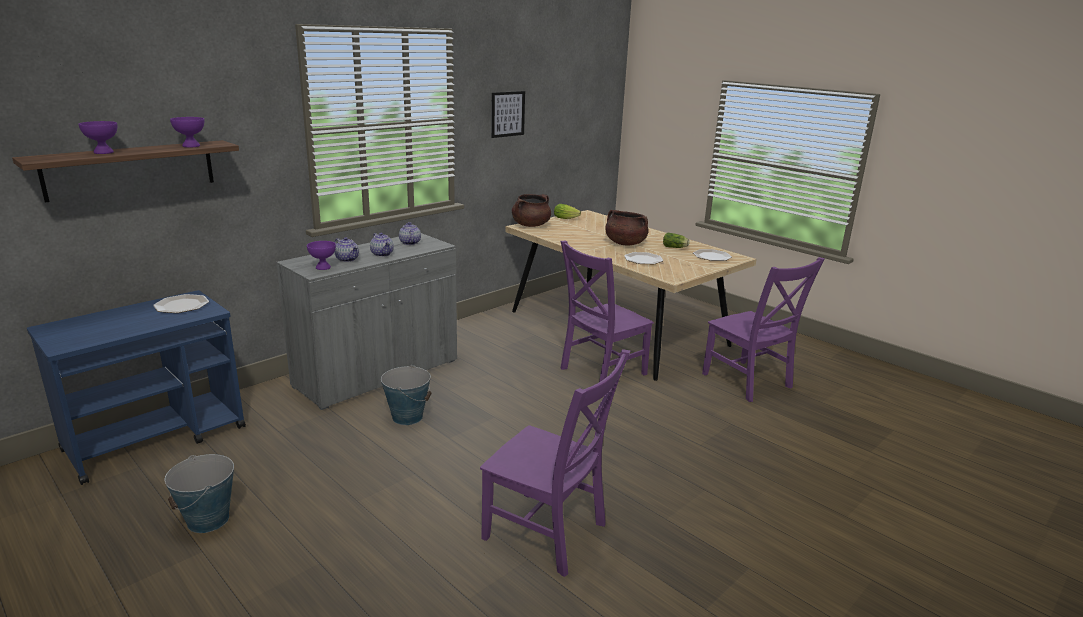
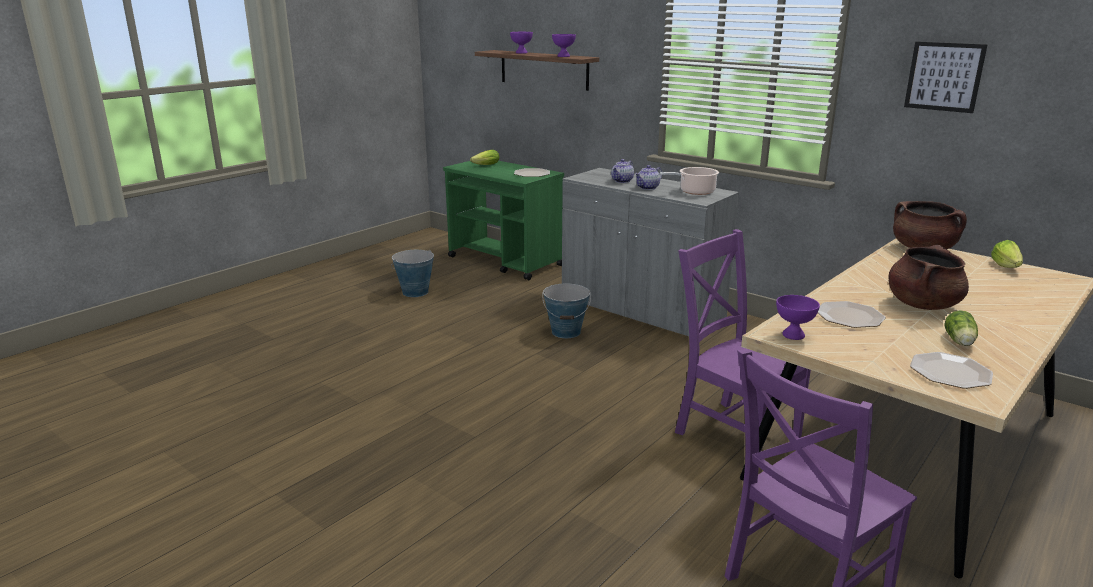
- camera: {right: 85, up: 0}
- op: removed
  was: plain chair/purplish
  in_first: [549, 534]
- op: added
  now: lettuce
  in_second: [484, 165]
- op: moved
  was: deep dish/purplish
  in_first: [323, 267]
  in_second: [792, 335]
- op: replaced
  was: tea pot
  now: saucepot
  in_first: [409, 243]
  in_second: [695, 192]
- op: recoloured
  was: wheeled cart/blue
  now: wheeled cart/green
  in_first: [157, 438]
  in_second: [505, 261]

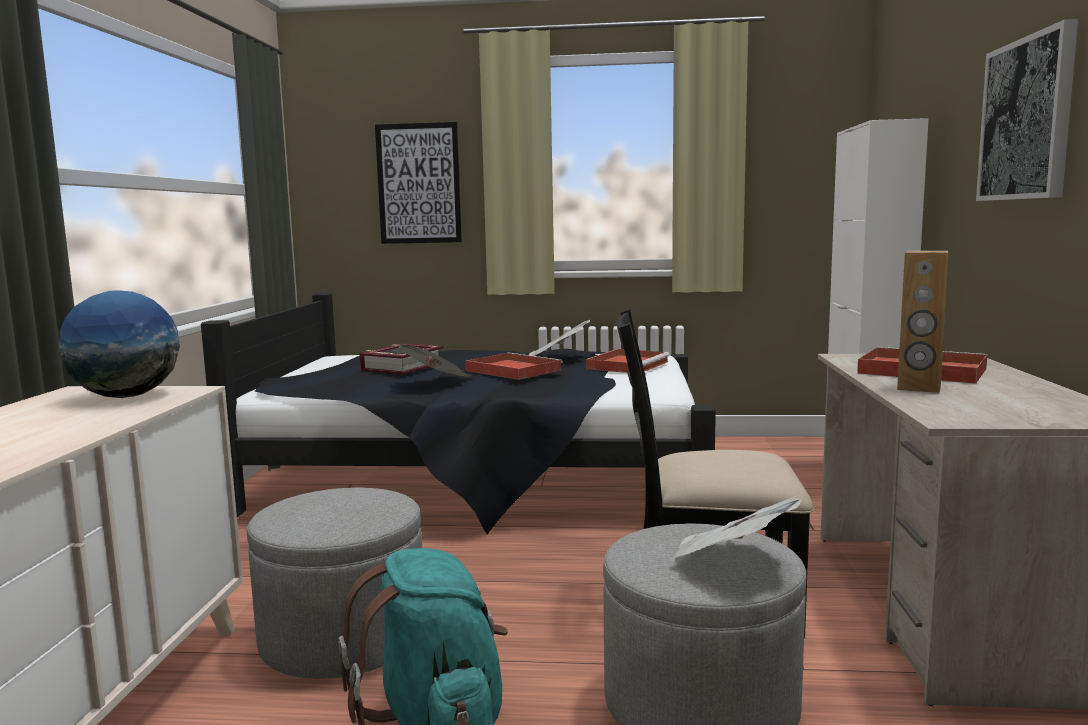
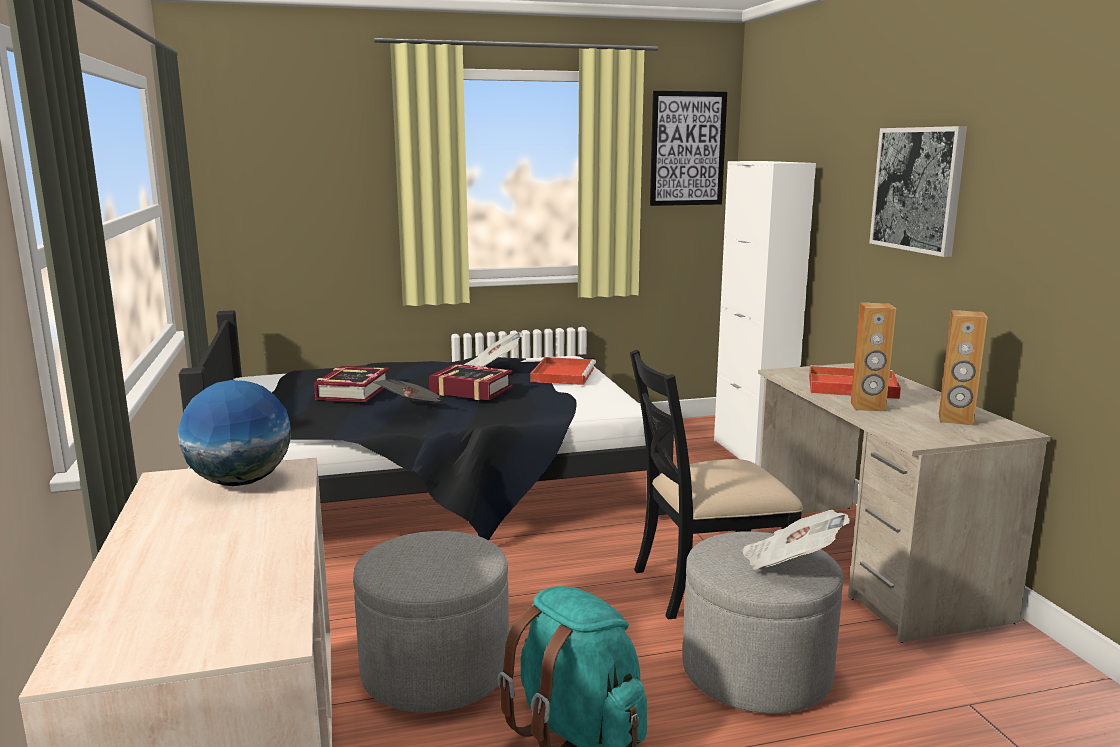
- camera: {right: -20, up: 5}
- op: added
  now: loudspeaker/brown
  in_second: [955, 420]
- op: moved
  was: wall art
  in_first: [419, 183]
  in_second: [687, 149]
- op: replaced
  was: tray/red
  now: book
  in_first: [511, 370]
  in_second: [471, 390]

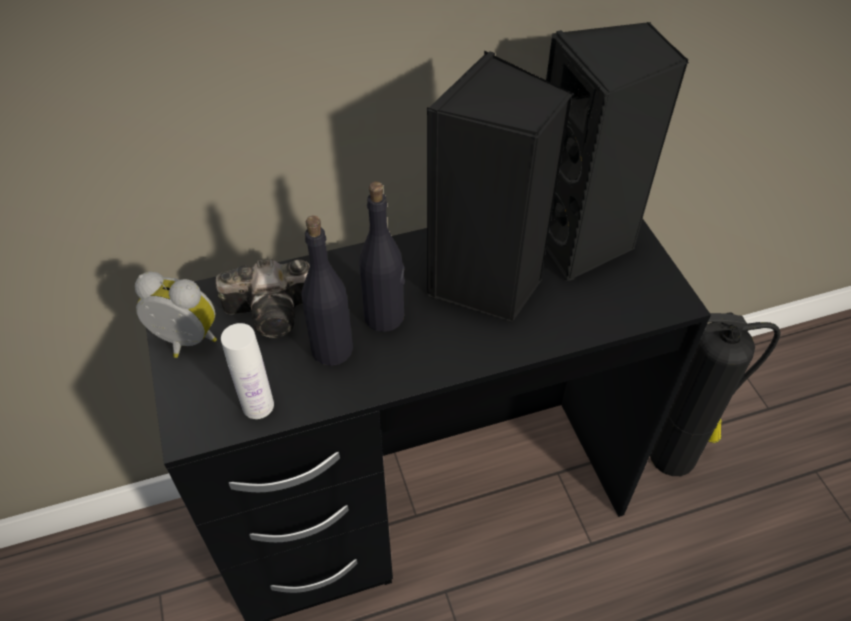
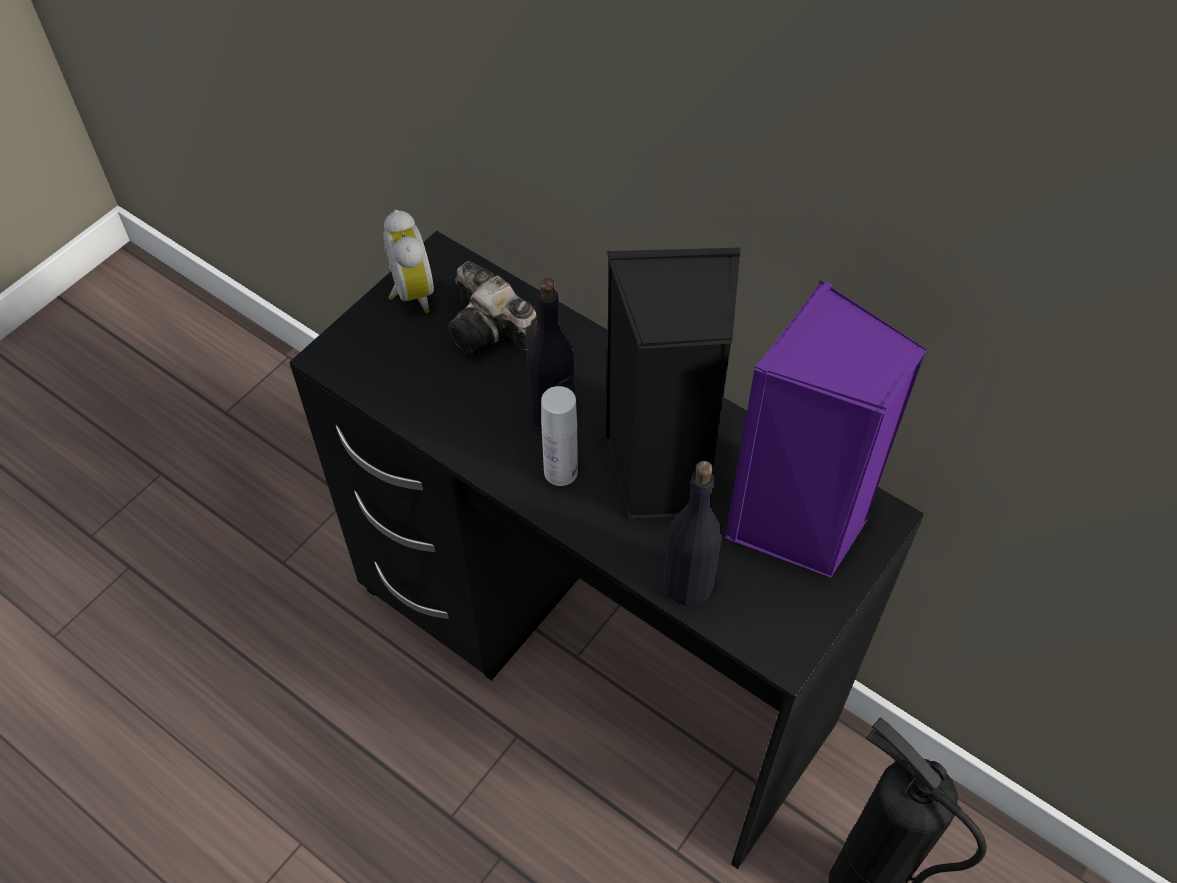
- camera: {right: 55, up: 5}
- op: moved
  was: bottle/white
  in_first: [258, 405]
  in_second: [560, 472]
- op: moved
  was: bottle/black-coloured
  in_first: [332, 348]
  in_second: [688, 583]
- op: recoloured
  was: loudspeaker/black-coloured
  now: loudspeaker/purplish
  in_first: [582, 241]
  in_second: [798, 523]

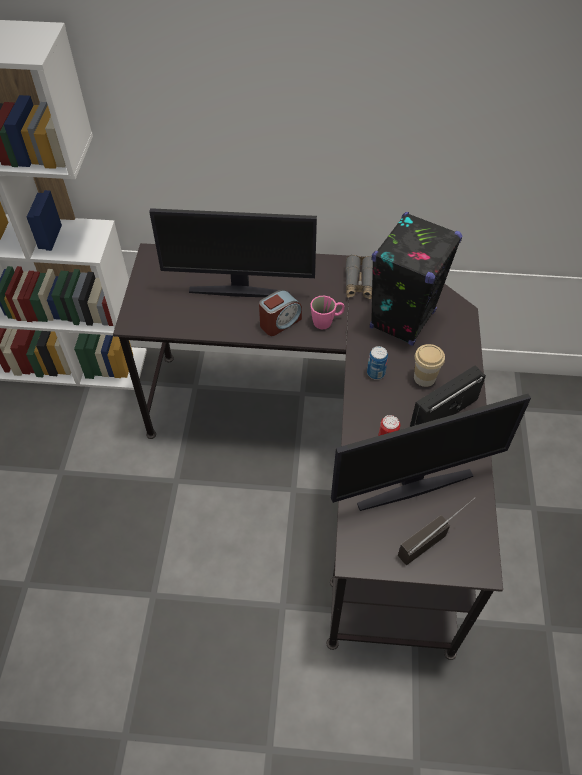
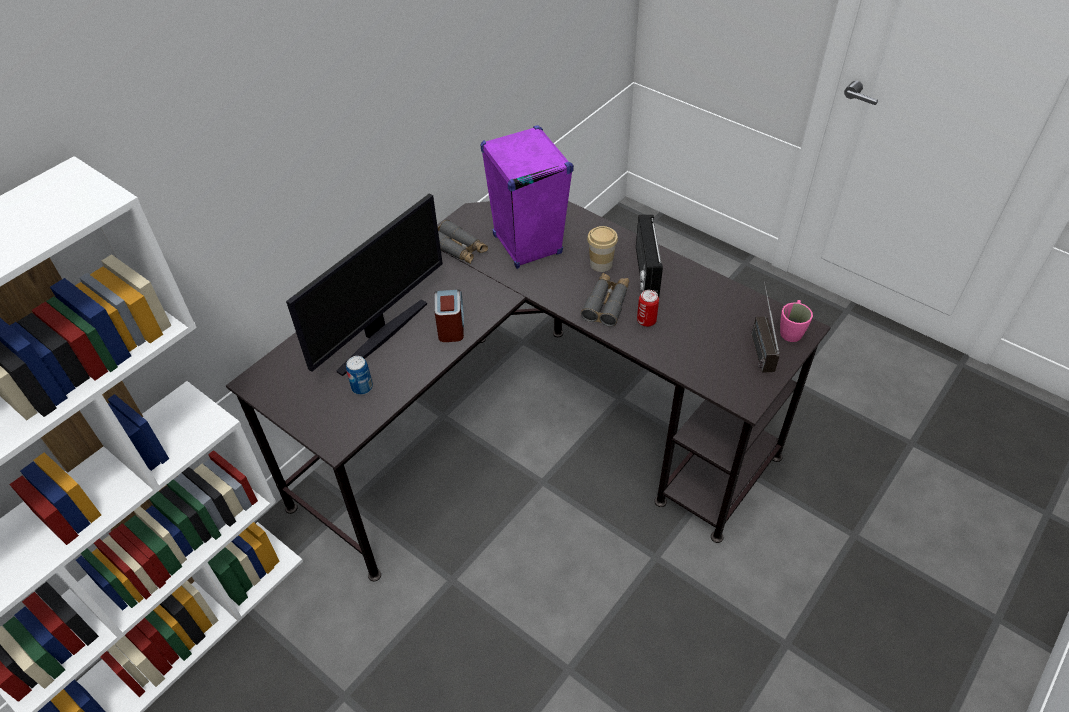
- camera: {right: -55, up: -5}
- op: removed
  was: monitor
  in_first: [414, 486]
- op: added
  now: binoculars/gray
  in_second: [606, 303]
- op: moved
  was: mug/pink
  in_first: [327, 321]
  in_second: [791, 330]
- op: moved
  was: metal can
  in_first: [375, 373]
  in_second: [362, 387]
- op: recoloured
  was: loudspeaker/black-coloured
  now: loudspeaker/purplish
  in_first: [402, 320]
  in_second: [527, 244]

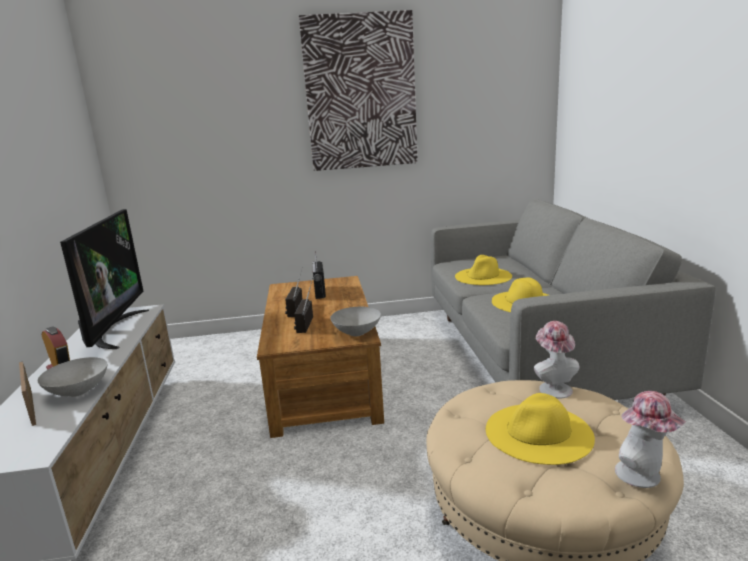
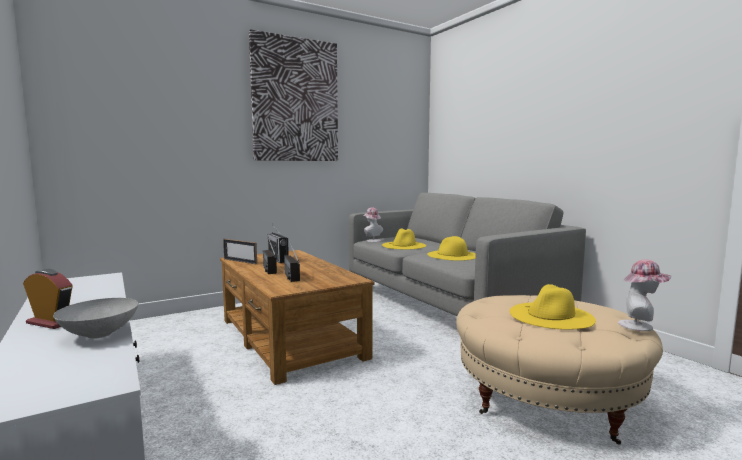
- camera: {right: -25, up: -10}
- op: removed
  was: television
  in_first: [115, 330]
- op: removed
  was: deep dish/gray
  in_first: [356, 333]
- op: moved
  was: picture frame
  in_first: [32, 408]
  in_second: [240, 261]
- op: moved
  was: clothing hat
  in_first: [552, 387]
  in_second: [372, 240]

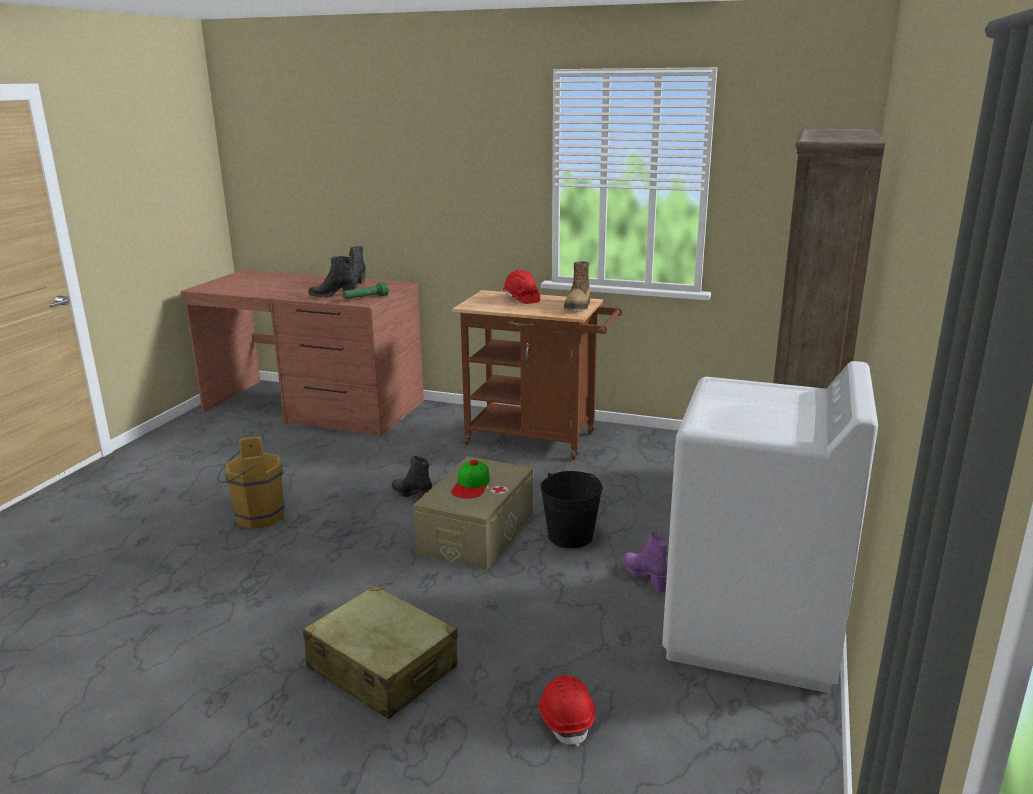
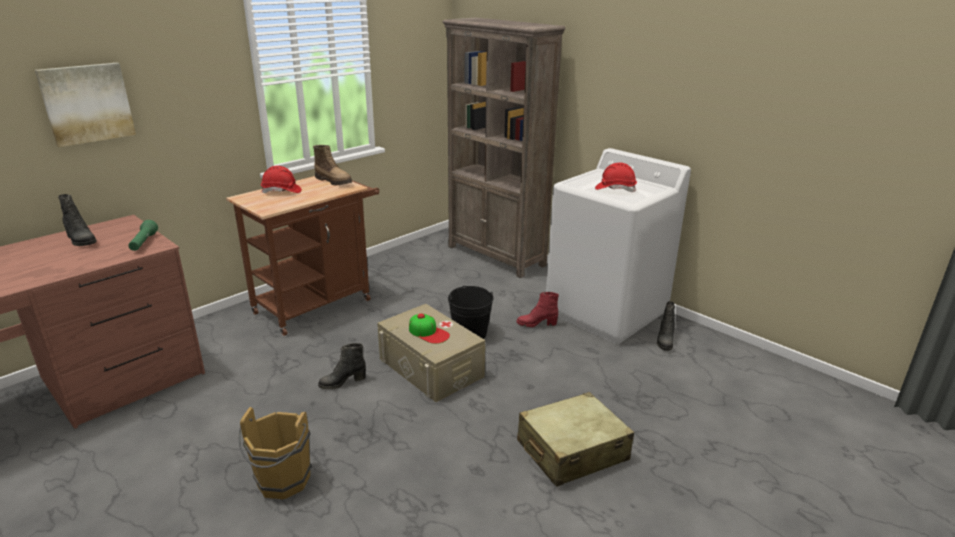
- camera: {right: -65, up: 5}
- op: added
  now: wall art
  in_second: [87, 103]
- op: moved
  was: tall boot/black-coloured
  in_first: [332, 296]
  in_second: [664, 341]
- op: moved
  was: work helmet/red
  in_first: [566, 719]
  in_second: [615, 189]
- op: recoloured
  was: tall boot/purplish
  now: tall boot/red
  in_first: [645, 576]
  in_second: [536, 324]

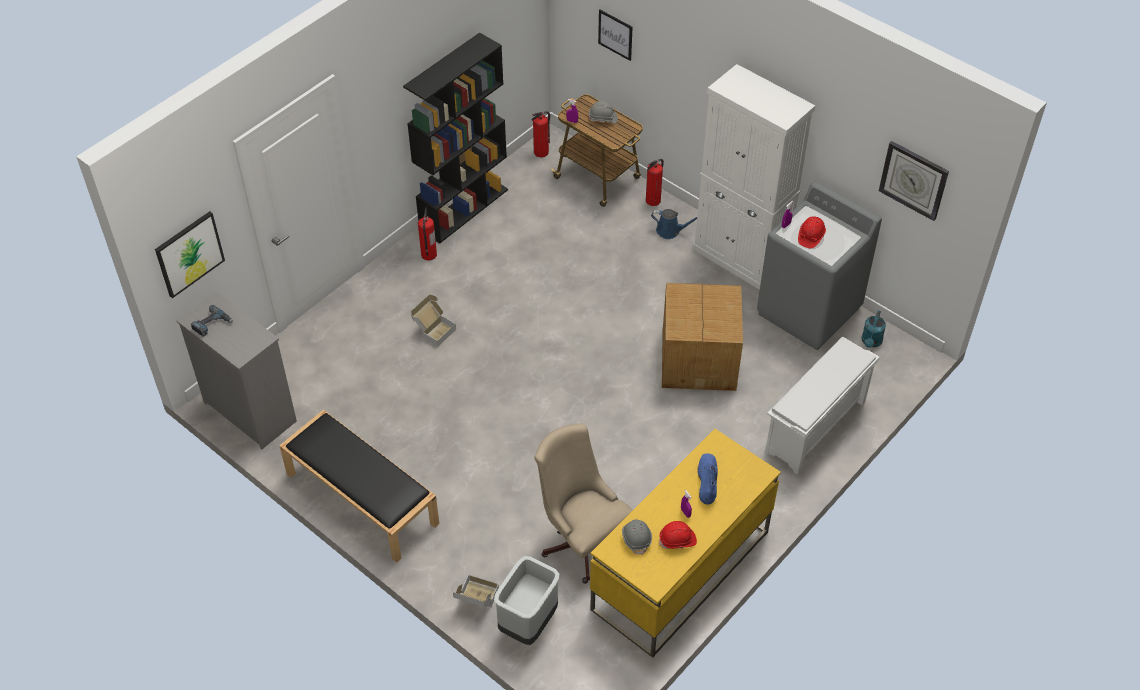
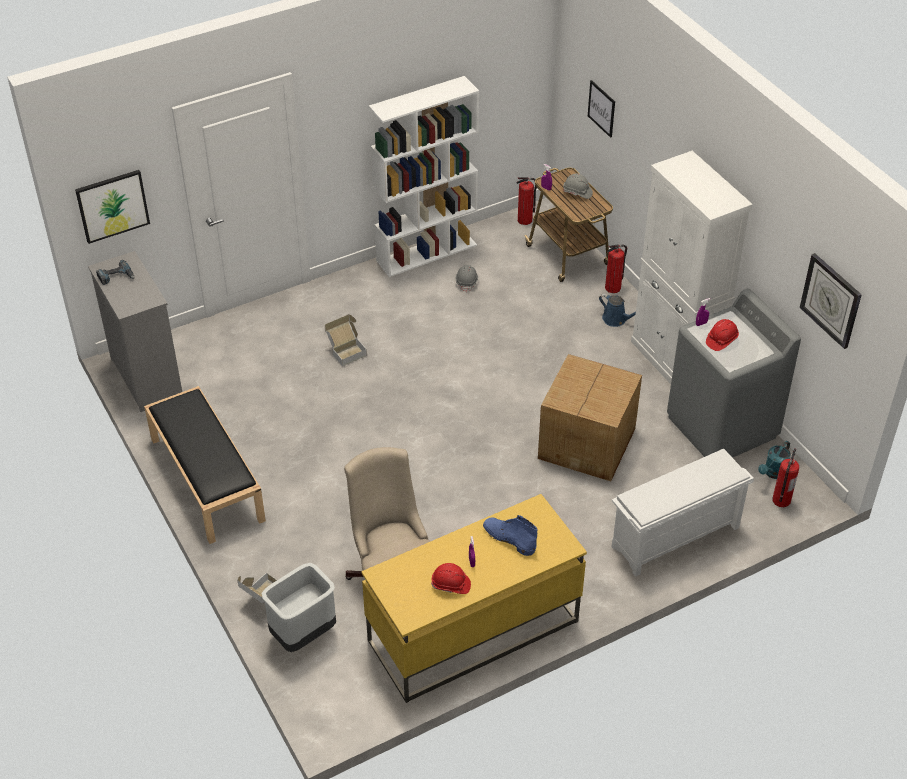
- camera: {right: 20, up: -5}
- op: moved
  was: extinguisher
  in_first: [429, 255]
  in_second: [781, 500]
- op: moved
  was: work helmet/gray
  in_first: [636, 538]
  in_second: [467, 282]
- op: recoloured
  was: shelving unit/black-coloured
  now: shelving unit/white
  in_first: [464, 209]
  in_second: [427, 253]
- op: turned
  was: tall boot/blue
  in_first: [707, 480]
  in_second: [508, 538]
  clockwise: -75

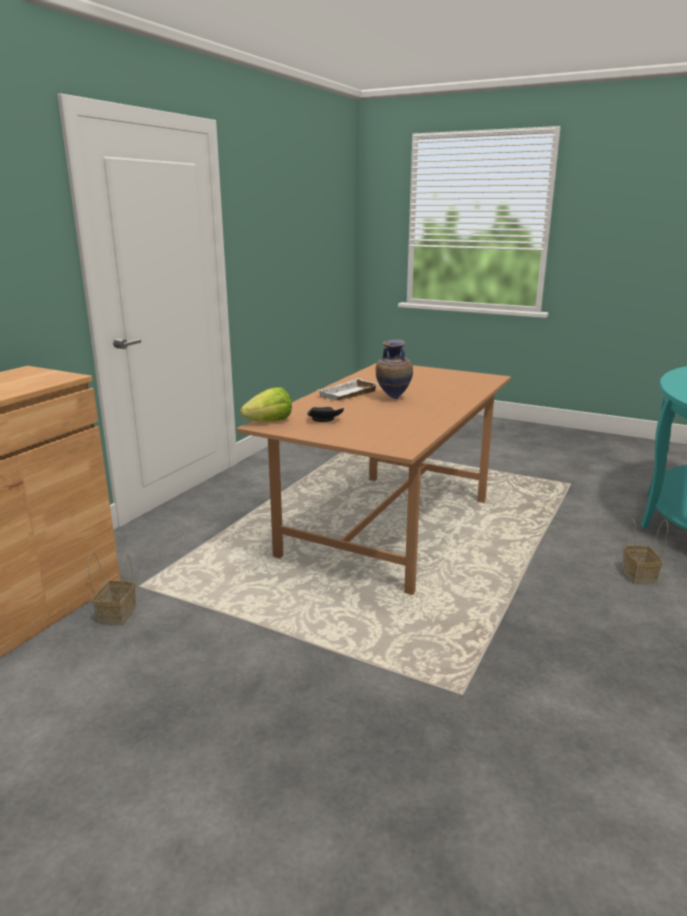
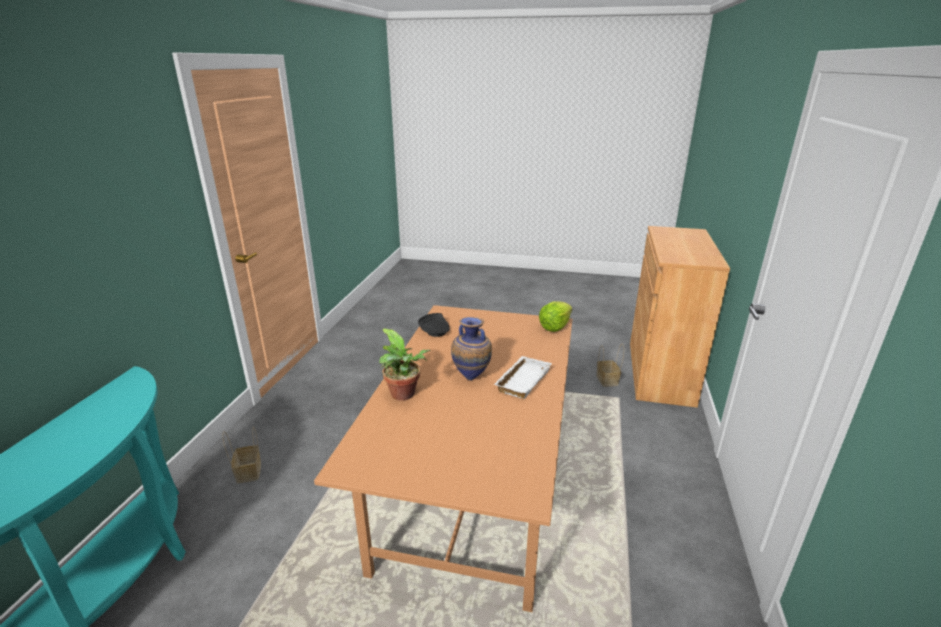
- camera: {right: 165, up: 5}
- op: added
  now: plant in a pot
  in_second: [405, 395]
- op: moved
  was: plate/black-coloured
  in_first: [323, 420]
  in_second: [435, 331]

